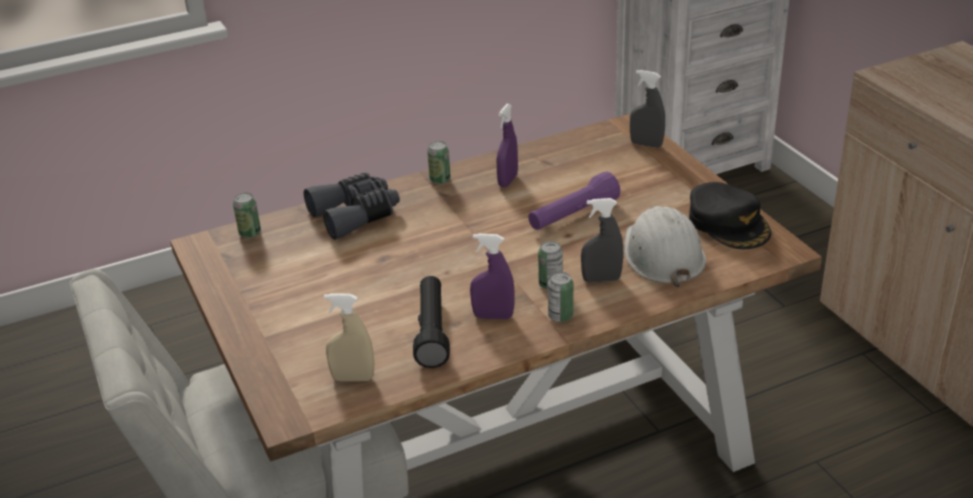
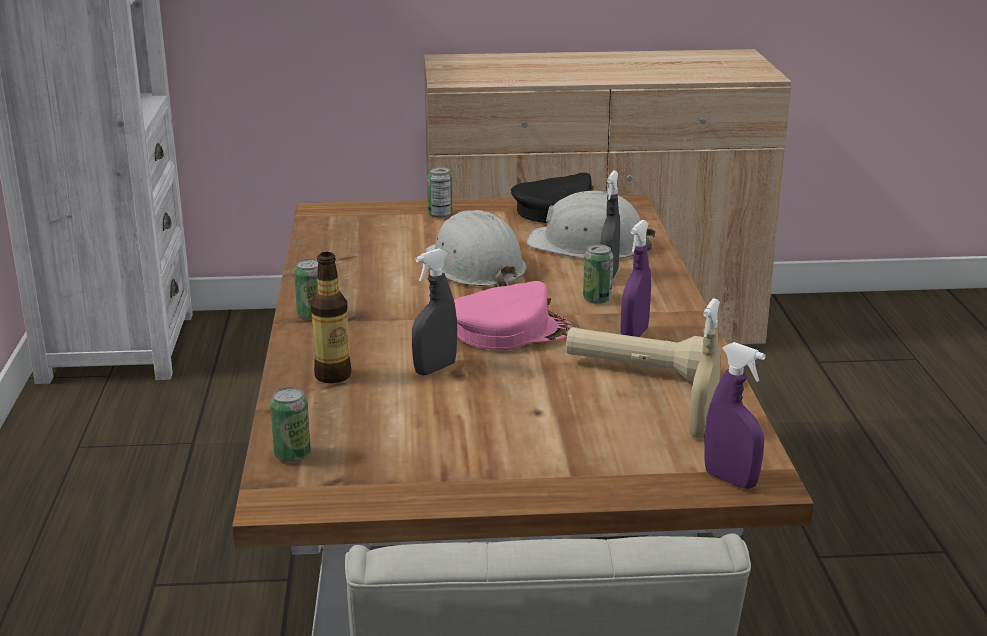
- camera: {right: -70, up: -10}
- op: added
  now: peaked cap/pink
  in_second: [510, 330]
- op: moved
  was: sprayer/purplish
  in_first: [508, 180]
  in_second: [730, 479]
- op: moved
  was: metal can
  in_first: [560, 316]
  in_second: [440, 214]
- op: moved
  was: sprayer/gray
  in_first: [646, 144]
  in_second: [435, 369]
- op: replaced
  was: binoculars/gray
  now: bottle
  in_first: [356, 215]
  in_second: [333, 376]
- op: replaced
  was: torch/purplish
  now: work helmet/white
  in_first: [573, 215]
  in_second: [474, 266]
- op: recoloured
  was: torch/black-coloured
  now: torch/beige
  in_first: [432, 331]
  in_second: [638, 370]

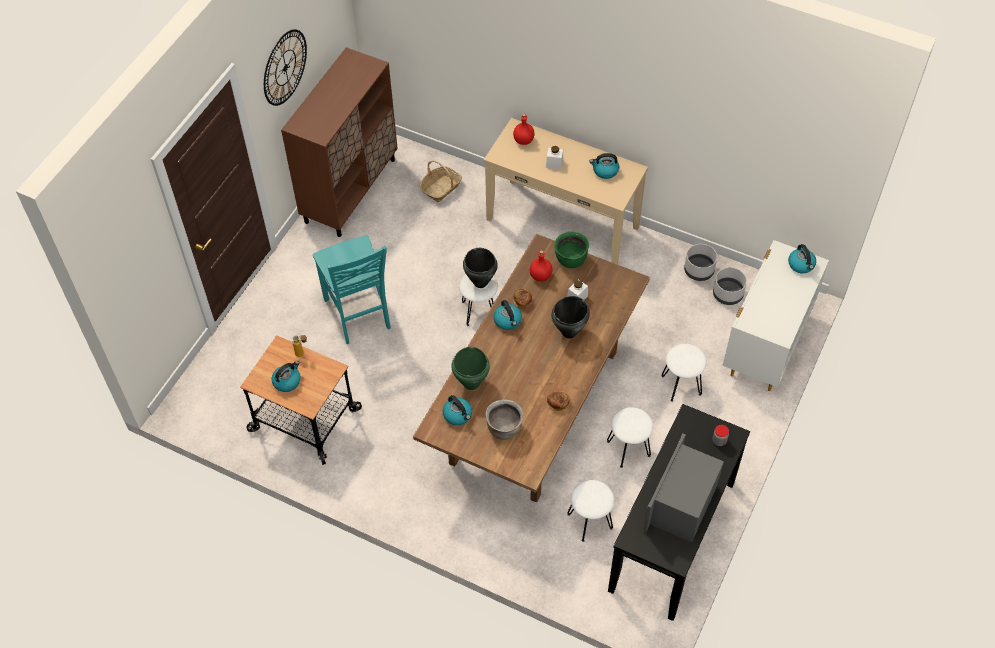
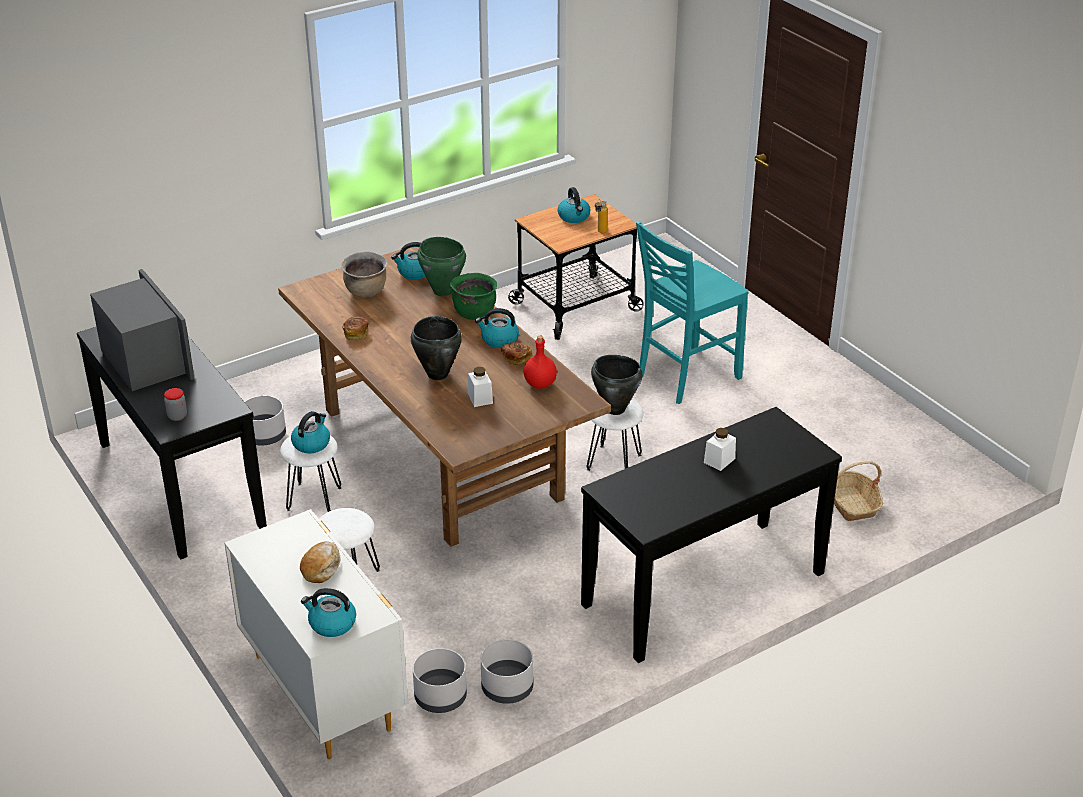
- camera: {right: 120, up: -20}
- op: removed
  was: clock on the wall
  in_first: [285, 67]
- op: removed
  was: cupboard/brown
  in_first: [350, 190]
- op: removed
  was: bottle/red
  in_first: [524, 140]
- op: added
  now: baked bread
  in_second: [321, 567]
- op: moved
  was: saucepot/green
  in_first: [570, 260]
  in_second: [474, 313]
- op: moved
  was: tea kettle
  in_first: [605, 171]
  in_second: [311, 443]
- op: replaced
  was: stool seat/white
  now: flower pot/gray
  in_first: [590, 521]
  in_second: [264, 436]
- op: recoloured
  was: narrow table/beige
  now: narrow table/black-coloured
  in_first: [562, 223]
  in_second: [704, 589]
- op: turned
  was: plain chair/blue-green
  in_first: [358, 315]
  in_second: [685, 376]
  clockwise: -45

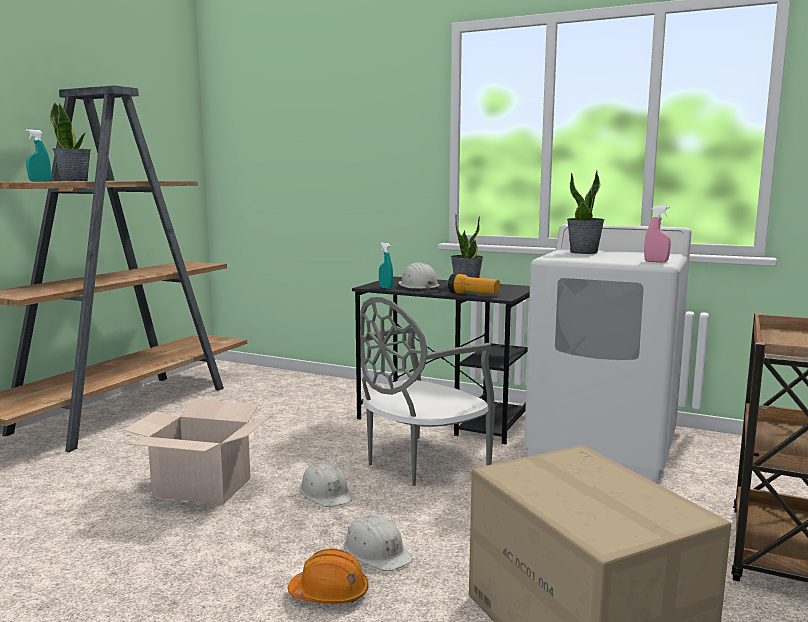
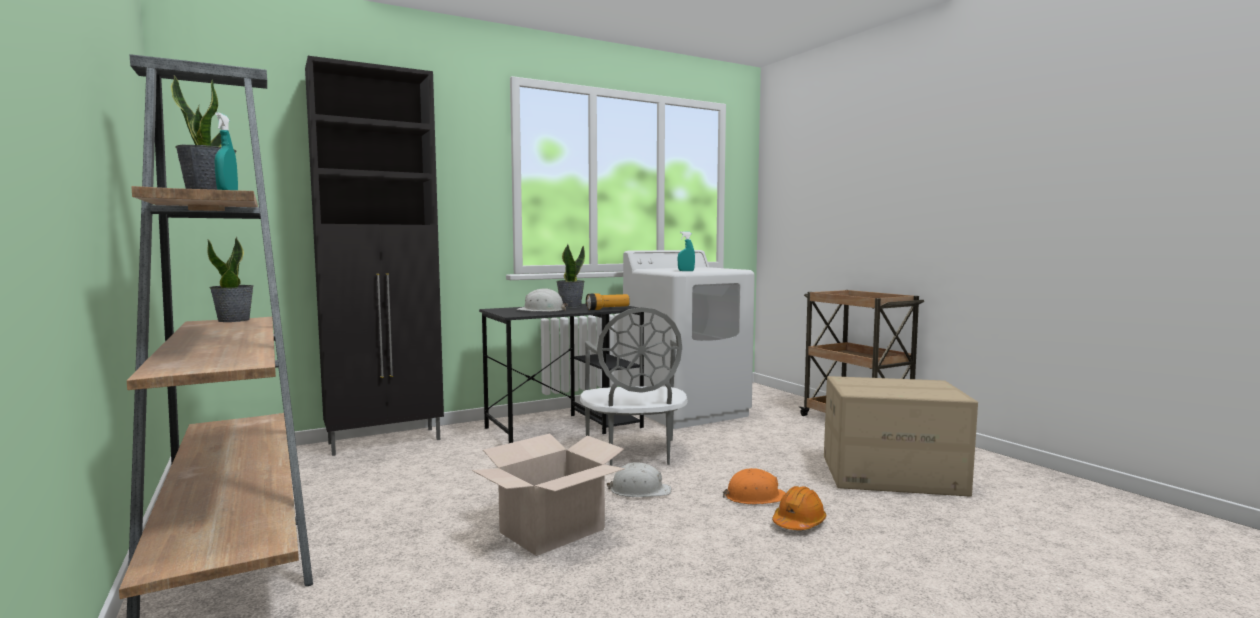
- camera: {right: -55, up: -5}
- op: removed
  was: sprayer/pink
  in_first: [656, 261]
- op: added
  now: cupboard/black-coloured
  in_second: [386, 441]
- op: moved
  was: sprayer/blue-green
  in_first: [385, 288]
  in_second: [686, 271]
- op: moved
  was: plant in a pot
  in_first: [584, 252]
  in_second: [234, 320]
- op: recoloured
  was: work helmet/white
  now: work helmet/orange-coloured
  in_first: [377, 551]
  in_second: [755, 497]

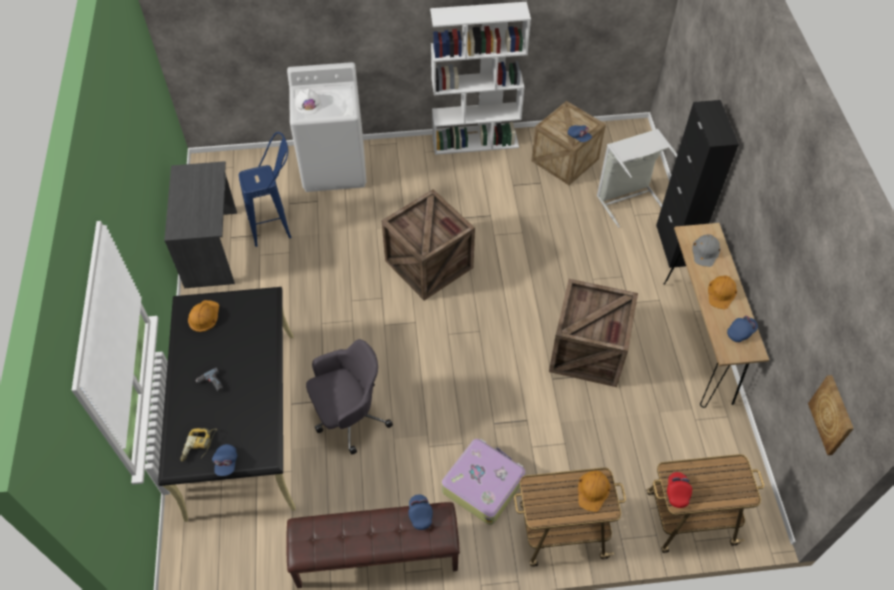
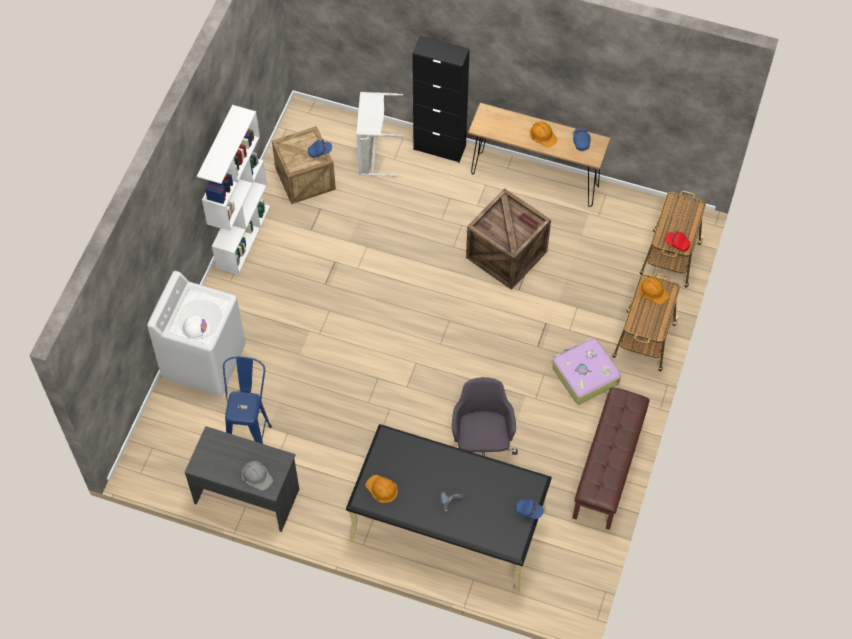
- camera: {right: -65, up: 5}
- op: removed
  was: power drill
  in_first: [199, 446]
- op: removed
  was: packing crate
  in_first: [430, 264]
- op: removed
  was: peaked cap/blue
  in_first: [420, 514]
- op: removed
  was: wall art
  in_first: [832, 415]
- op: moved
  was: work helmet/gray
  in_first: [705, 251]
  in_second: [256, 475]

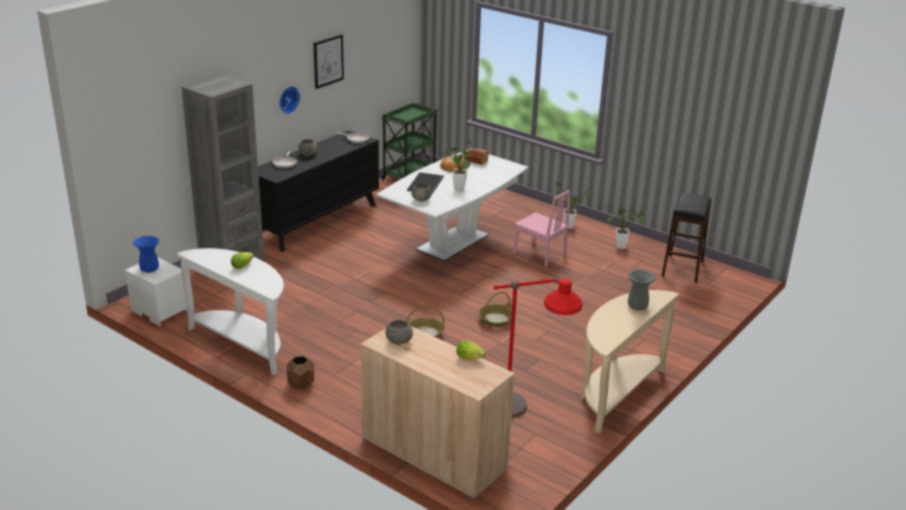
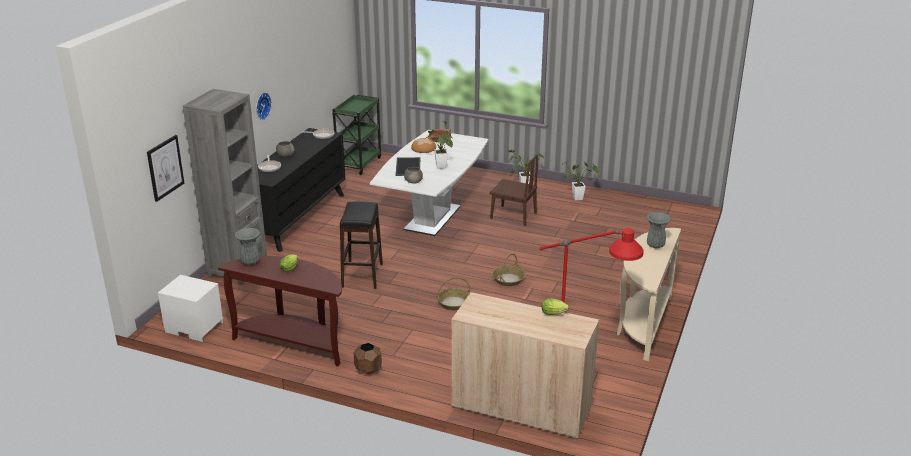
- camera: {right: -15, up: 0}
- op: removed
  was: vase/blue
  in_first: [149, 269]
- op: removed
  was: deep dish/gray
  in_first: [398, 341]
- op: added
  now: vase/gray
  in_second: [250, 262]
- op: moved
  was: wall art
  in_first: [328, 61]
  in_second: [165, 167]
- op: moved
  was: stool seat/black-coloured
  in_first: [682, 268]
  in_second: [362, 275]
- op: recoloured
  was: narrow table/white
  now: narrow table/brown
  in_first: [243, 344]
  in_second: [293, 343]
- op: recoloured
  was: plain chair/pink
  now: plain chair/brown
  in_first: [539, 254]
  in_second: [513, 215]

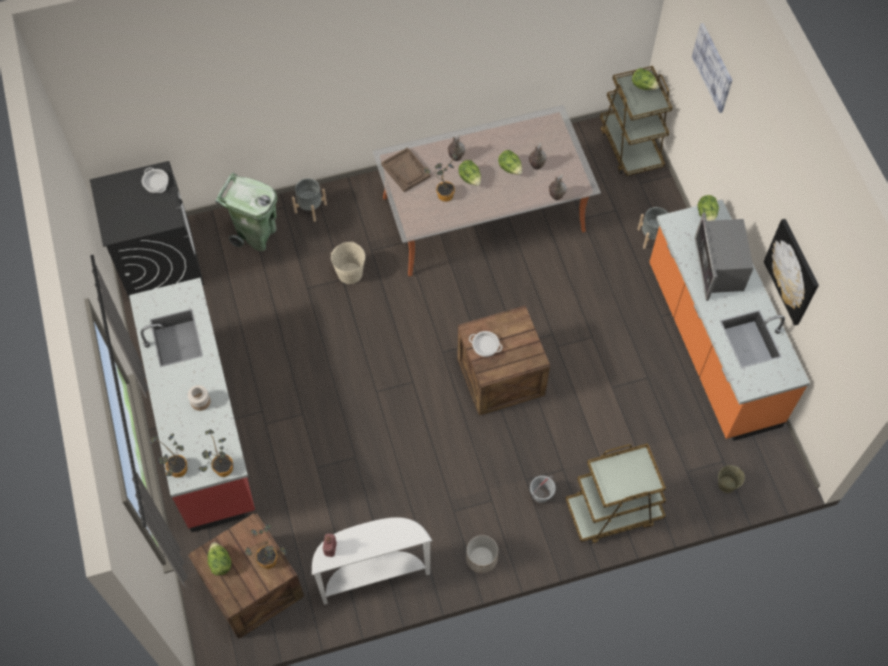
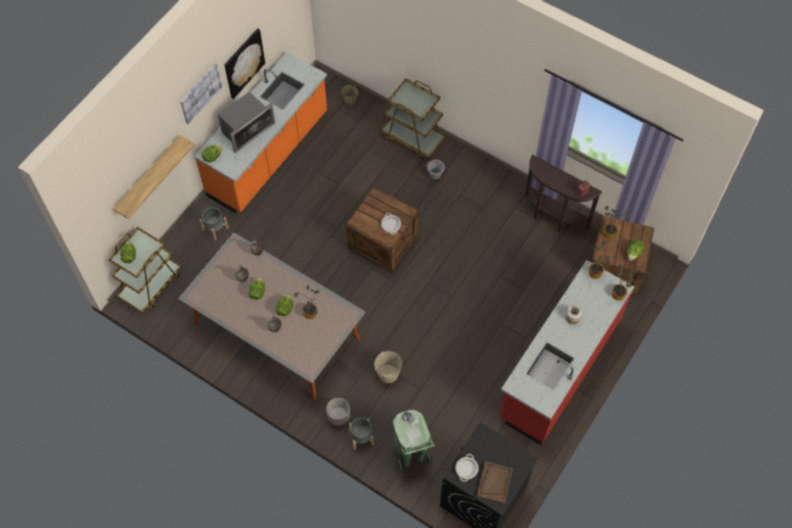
- camera: {right: -130, up: 0}
- op: added
  now: wall shelf
  in_second: [149, 177]
- op: moved
  was: tray/brown
  in_first: [406, 170]
  in_second: [494, 482]
- op: moved
  was: flower pot
  in_first: [481, 559]
  in_second: [339, 415]
- op: moved
  was: wall art
  in_first: [713, 67]
  in_second: [200, 93]
- op: recoloured
  was: narrow table/white
  now: narrow table/brown
  in_first: [373, 575]
  in_second: [552, 217]

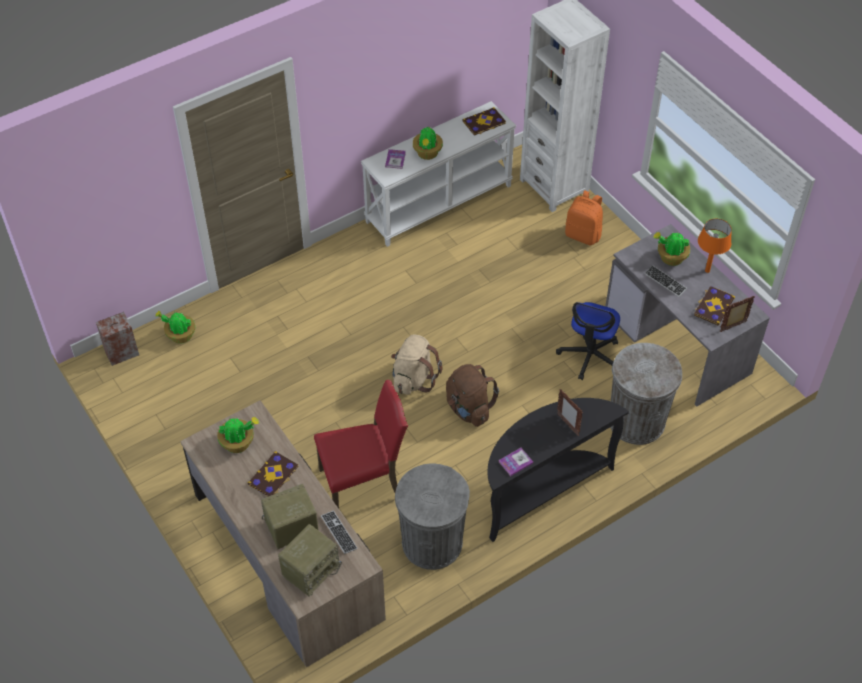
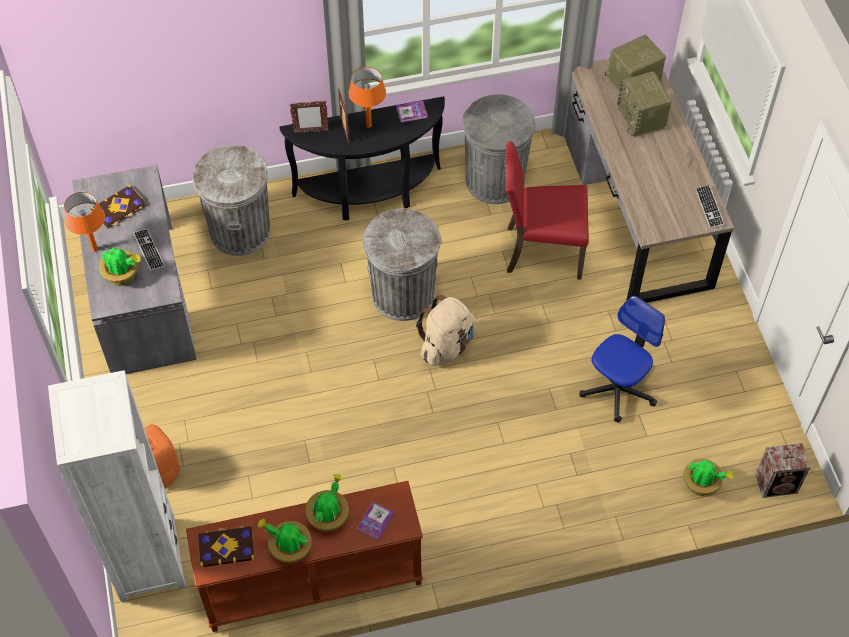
- camera: {right: -160, up: 5}
- op: removed
  was: book
  in_first: [274, 476]
- op: added
  now: tabletop lamp/orange-coloured
  in_second: [369, 125]
- op: moved
  was: plant in a pot
  in_first: [238, 443]
  in_second: [289, 549]
- op: moved
  was: computer keyboard
  in_first: [339, 533]
  in_second: [709, 207]
- op: moved
  was: desk chair
  in_first: [590, 356]
  in_second: [617, 389]
- op: moved
  was: picture frame
  in_first: [733, 327]
  in_second: [310, 131]
- op: replaced
  was: rucksack/brown
  now: rubbish bin/gray
  in_first: [468, 409]
  in_second: [402, 294]
- op: recoloured
  was: narrow table/white
  now: narrow table/brown
  in_first: [438, 203]
  in_second: [312, 583]
- op: turned
  was: radio set
  in_first: [291, 528]
  in_second: [642, 118]
  clockwise: 75

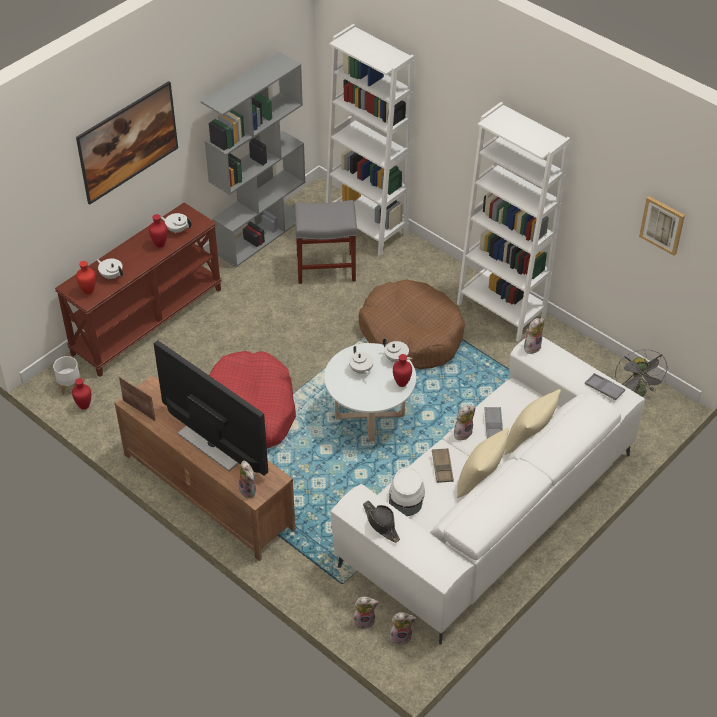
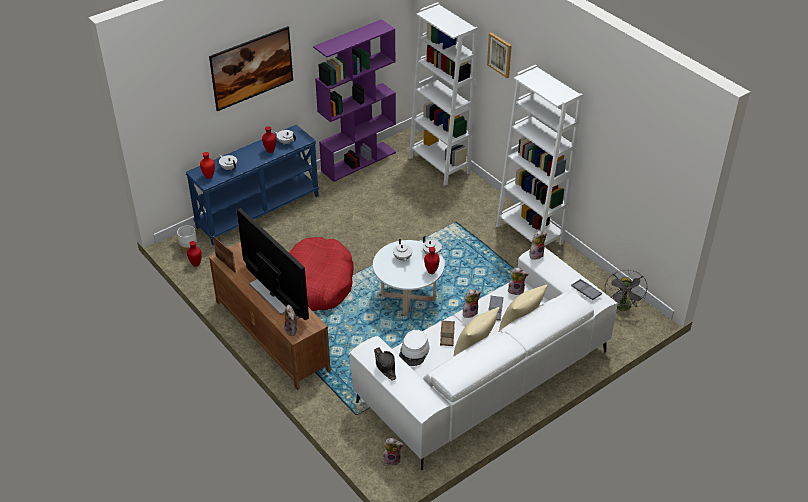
- camera: {right: 10, up: -5}
- op: removed
  was: stool seat/gray
  in_first: [327, 267]
- op: removed
  was: dog bed/brown
  in_first: [411, 334]
- op: moved
  was: cuddly toy
  in_first: [364, 620]
  in_second: [516, 290]
- op: moved
  was: wall art
  in_first: [662, 225]
  in_second: [500, 54]
- op: recoloured
  was: narrow table/brown
  now: narrow table/blue
  in_first: [147, 320]
  in_second: [258, 211]
- op: recoloured
  was: shelving unit/gray
  now: shelving unit/purplish
  in_first: [261, 234]
  in_second: [359, 161]

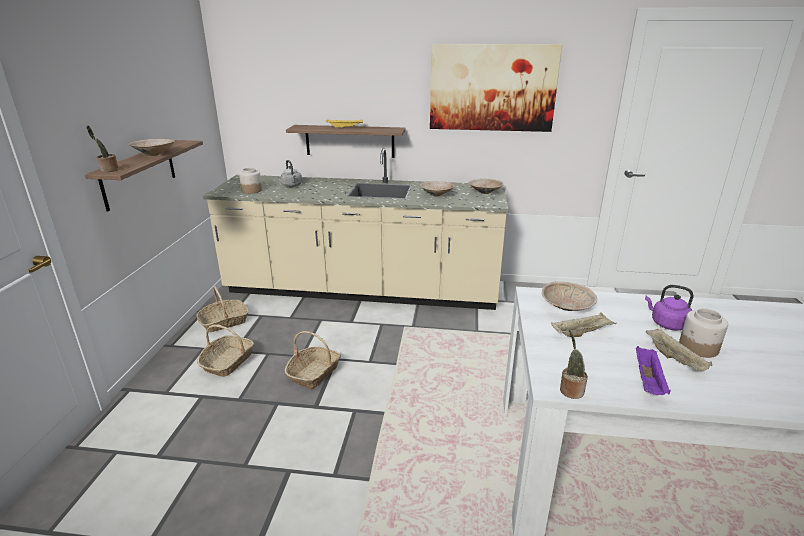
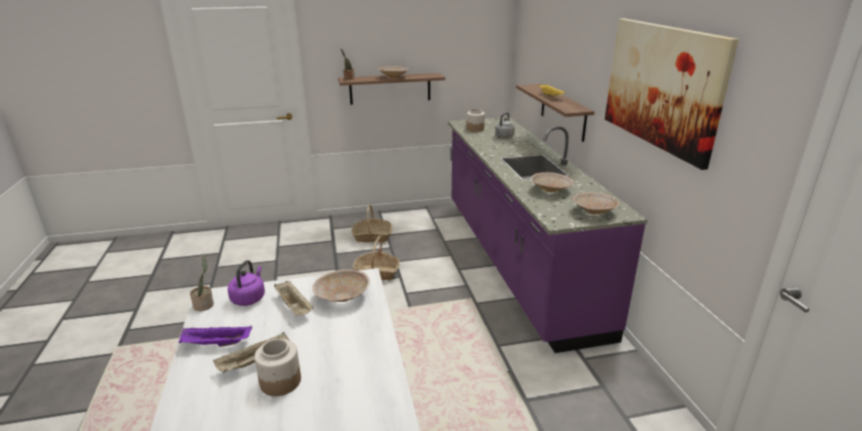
- camera: {right: 70, up: 0}
- op: removed
  was: storage basket
  in_first: [224, 322]
- op: moved
  was: tea kettle/purplish
  in_first: [666, 324]
  in_second: [249, 298]
- op: recoloured
  was: counter/beige
  now: counter/purplish
  in_first: [362, 291]
  in_second: [516, 261]

